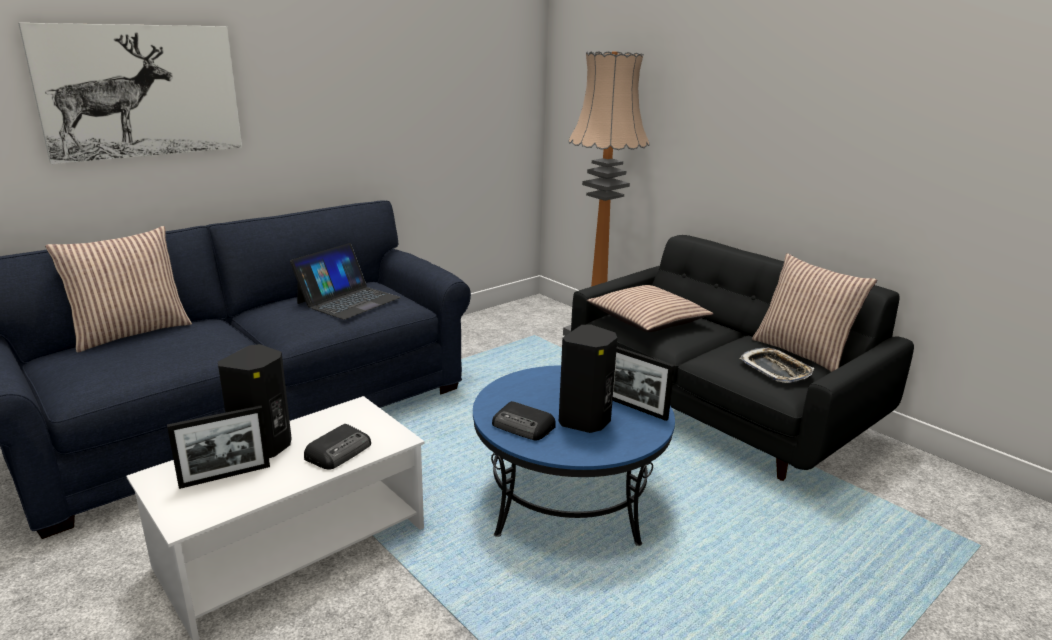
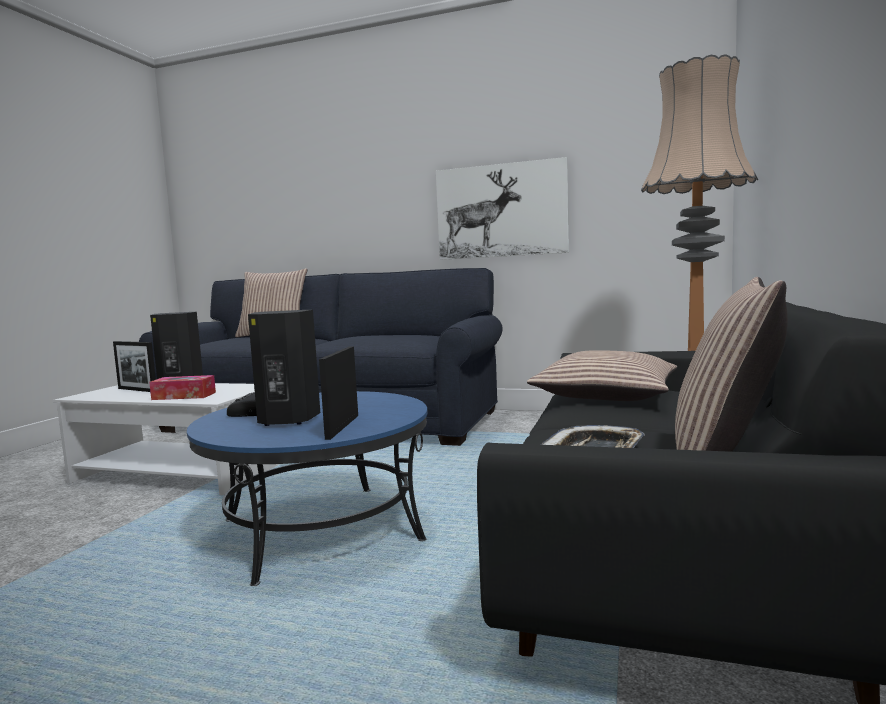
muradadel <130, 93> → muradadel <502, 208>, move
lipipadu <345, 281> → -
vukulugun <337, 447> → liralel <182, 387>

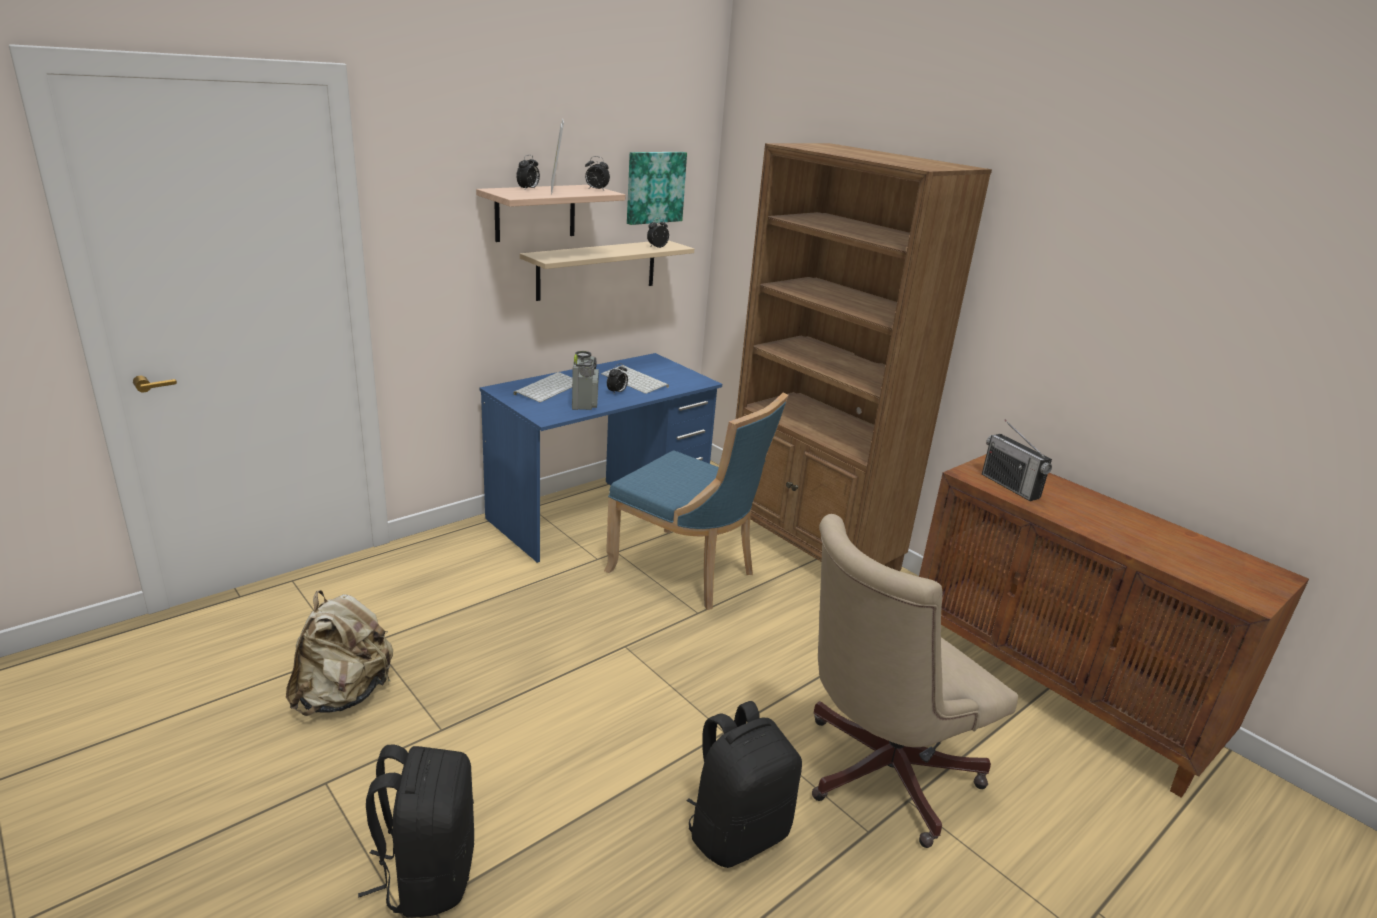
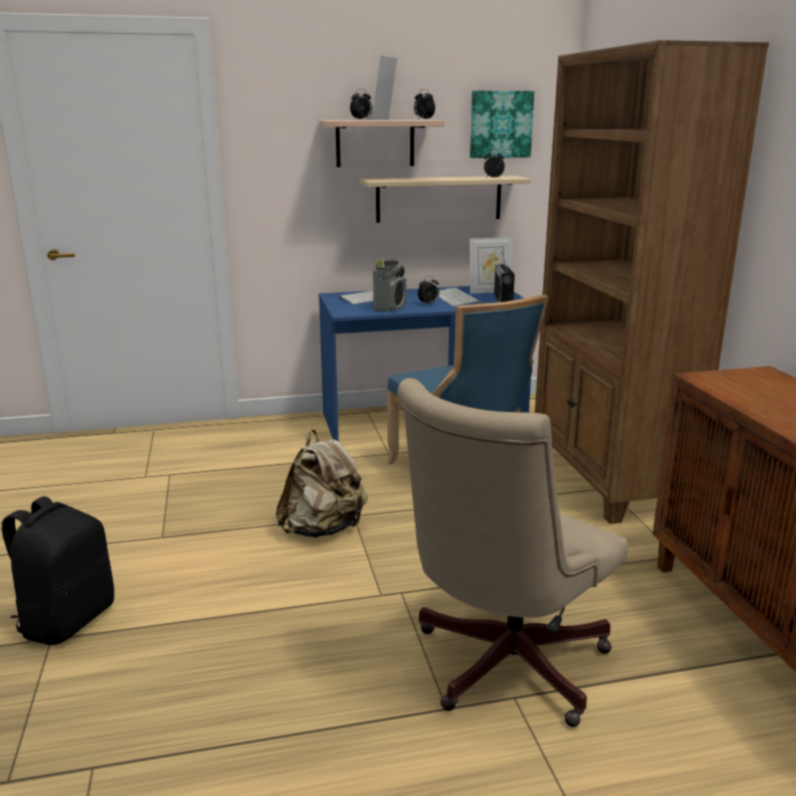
vukulugun <1017, 460> → vukulugun <504, 277>, move
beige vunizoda <915, 681> → beige vunizoda <512, 552>, 45 degrees counterclockwise
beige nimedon <339, 653> → beige nimedon <322, 484>, move
black nimedon <744, 784> → -
- → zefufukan <490, 265>

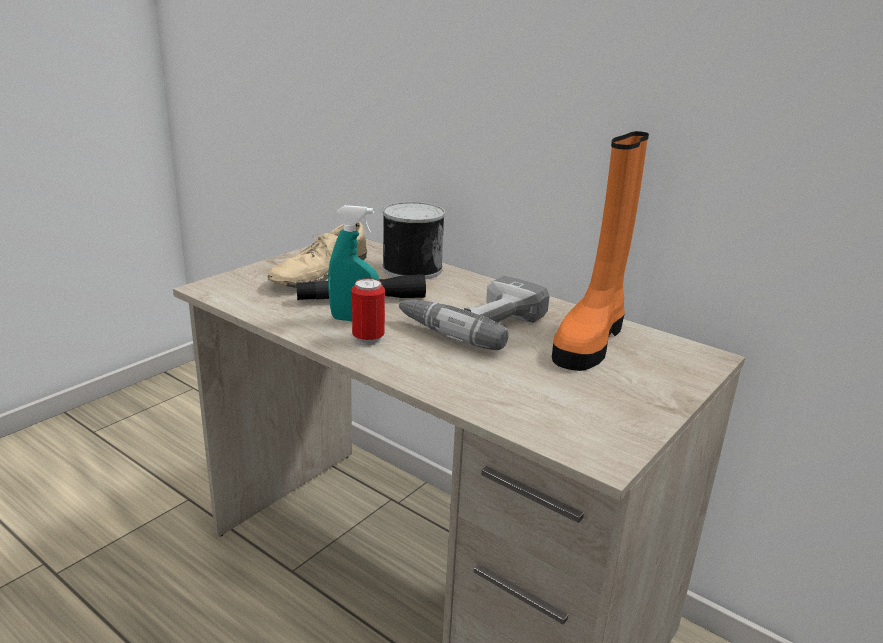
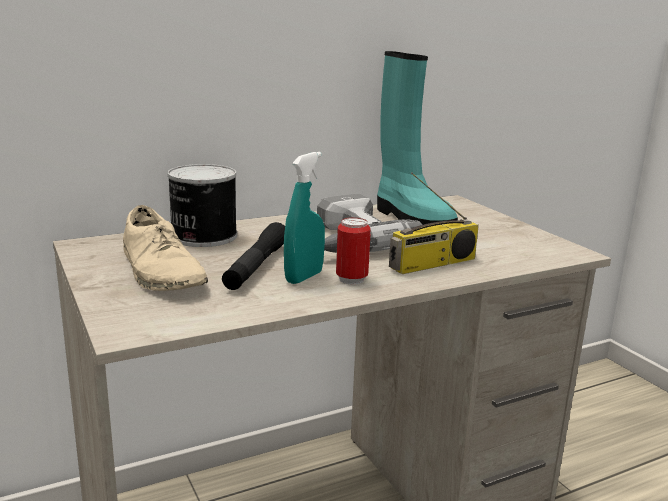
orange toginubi <600, 251> → turquoise toginubi <417, 138>
- → vukulugun <434, 223>

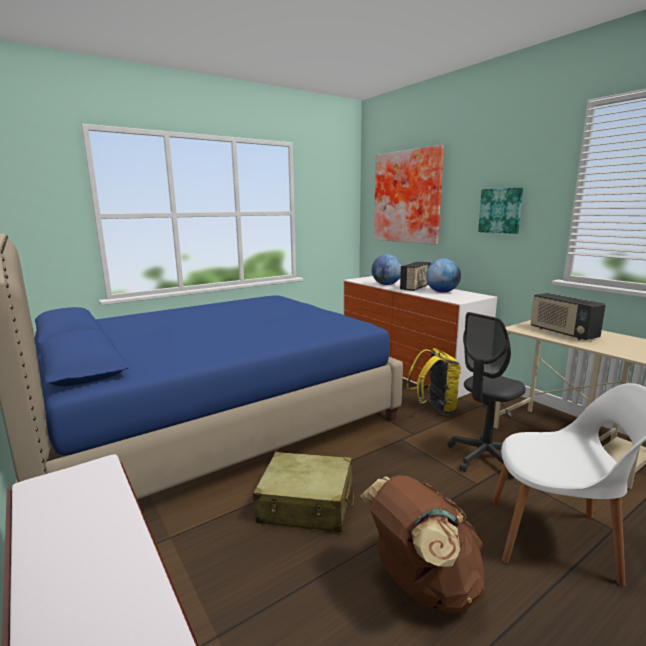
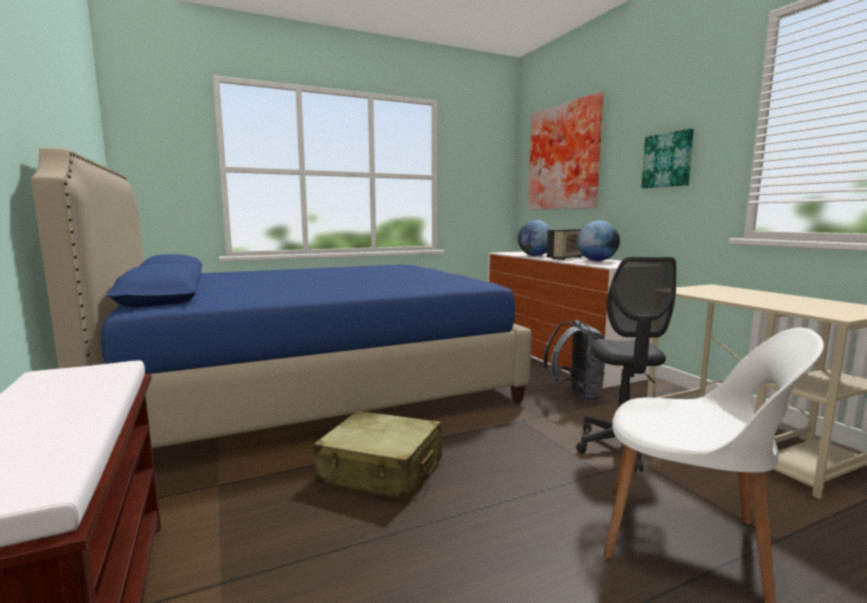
vukulugun <568, 316> → -
grey vunizoda <487, 395> → grey vunizoda <626, 364>, 60 degrees counterclockwise
yellow nimedon <433, 381> → grey nimedon <573, 360>
brown nimedon <422, 544> → -

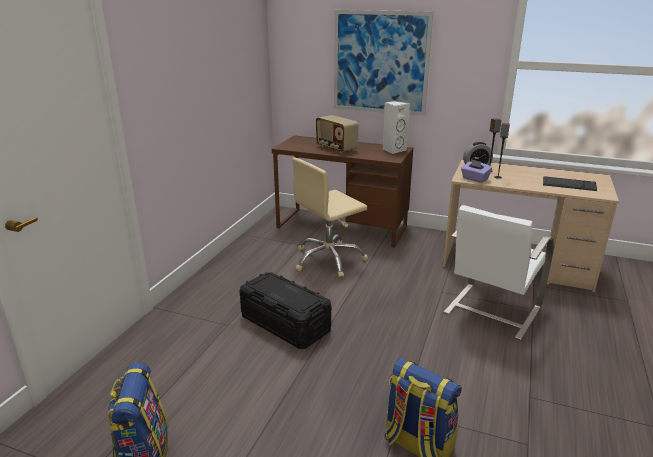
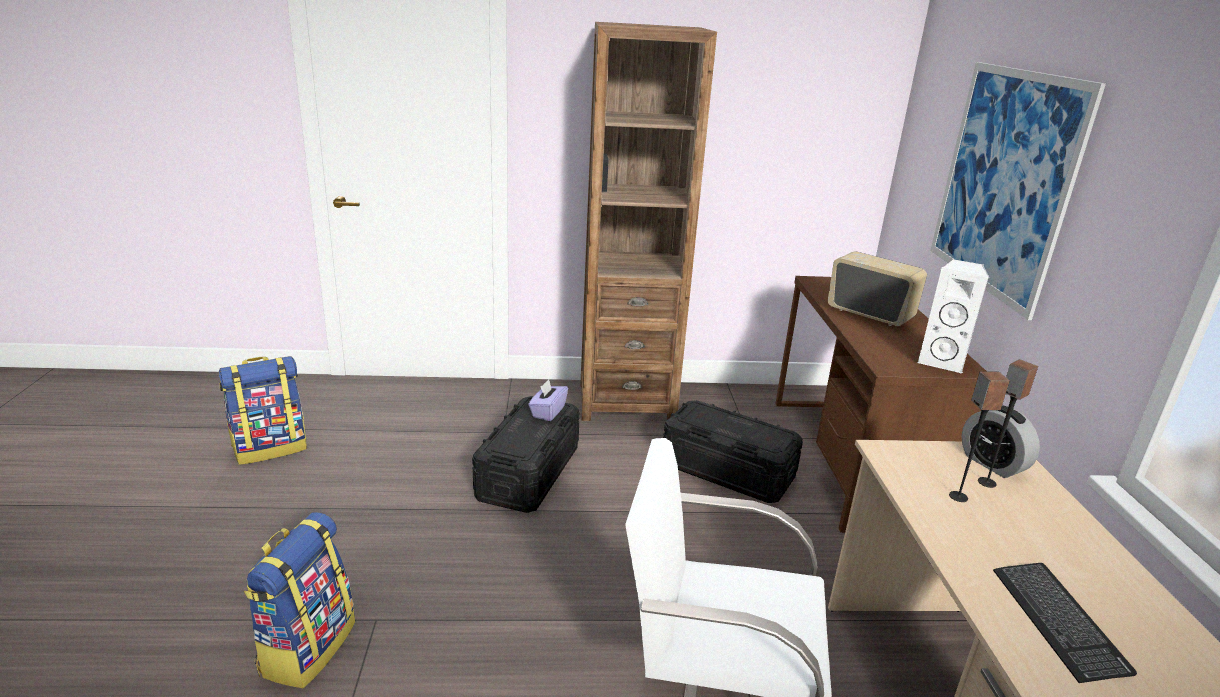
vukulugun <337, 134> → vukulugun <877, 288>, 105 degrees clockwise
beige vunizoda <330, 217> → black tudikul <733, 451>
purple liralel <476, 171> → purple liralel <548, 400>, move
- → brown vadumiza <649, 221>

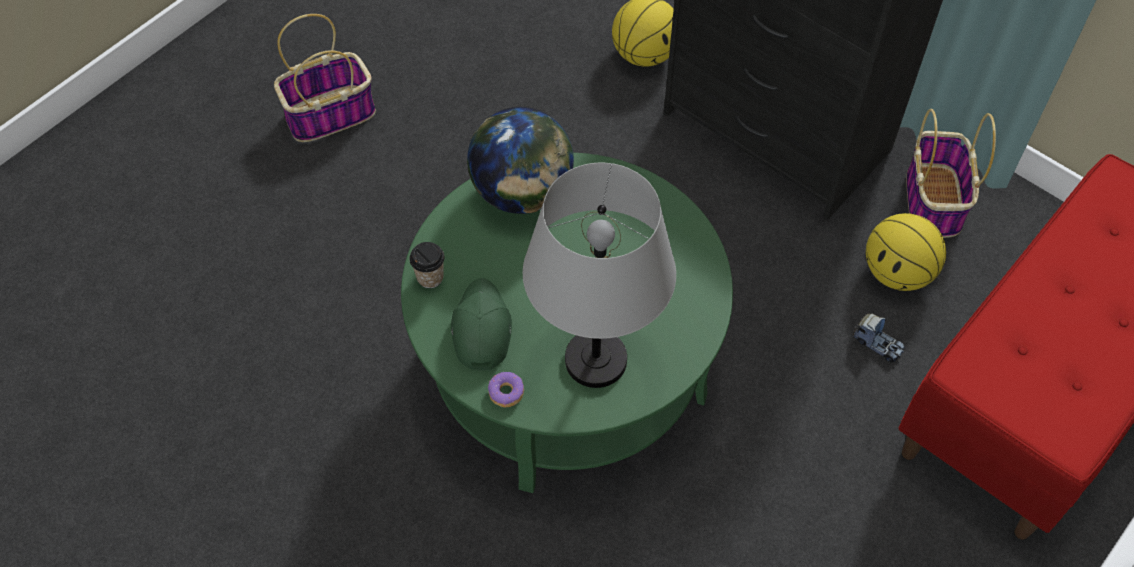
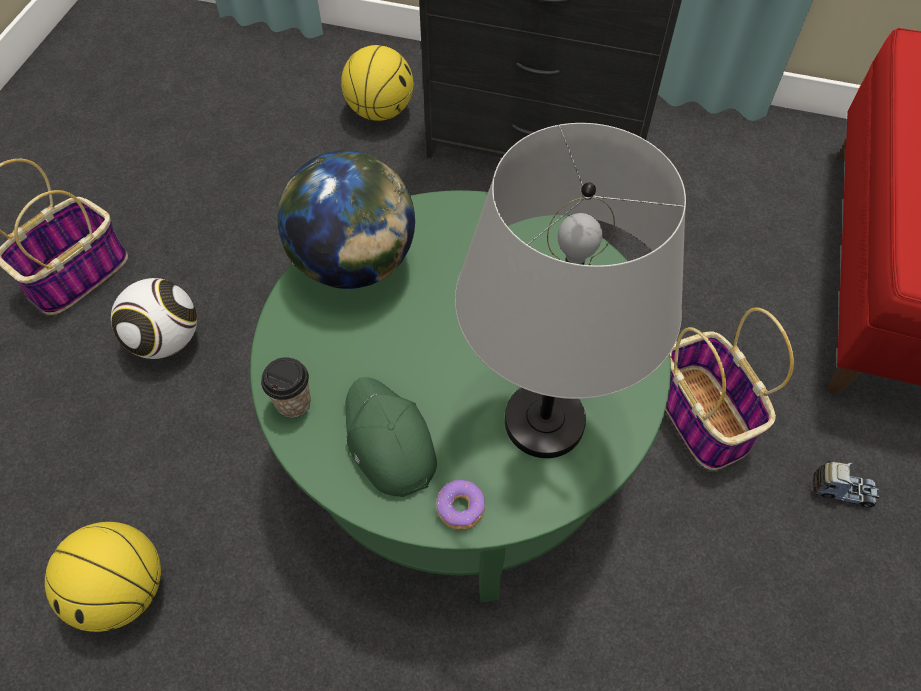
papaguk <951, 173> → papaguk <730, 388>, move
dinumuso <906, 252> → dinumuso <103, 577>, move
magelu <879, 338> → magelu <845, 483>, move
- → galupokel <154, 318>

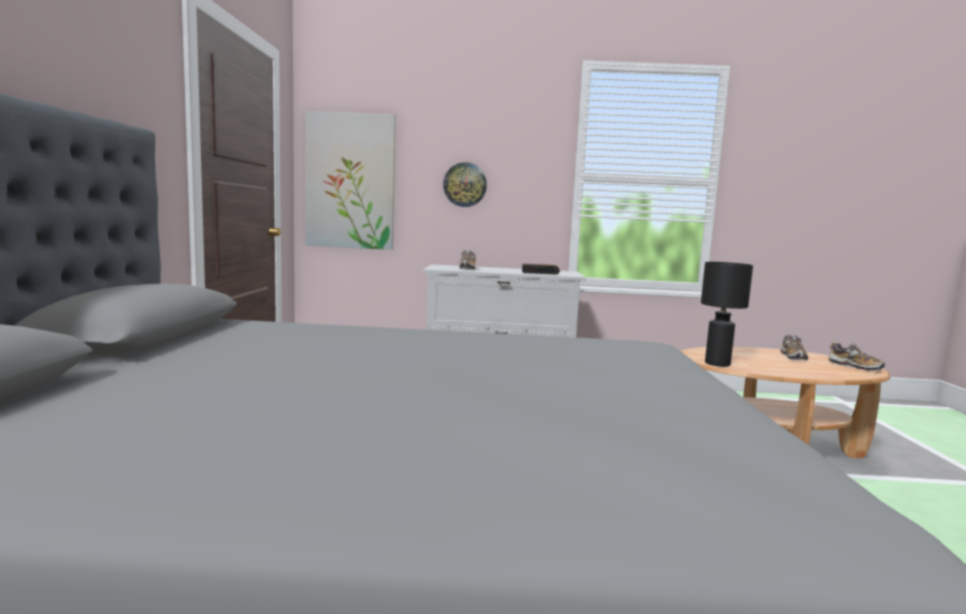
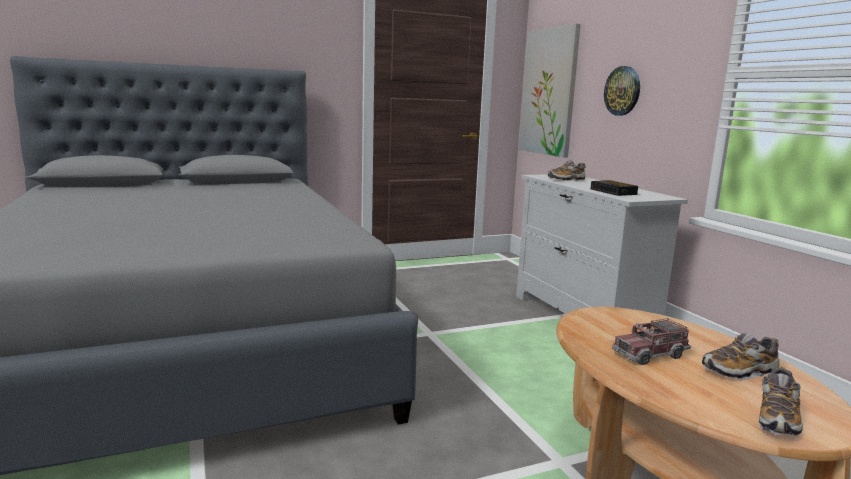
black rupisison <727, 314> → -
- → magelu <651, 341>

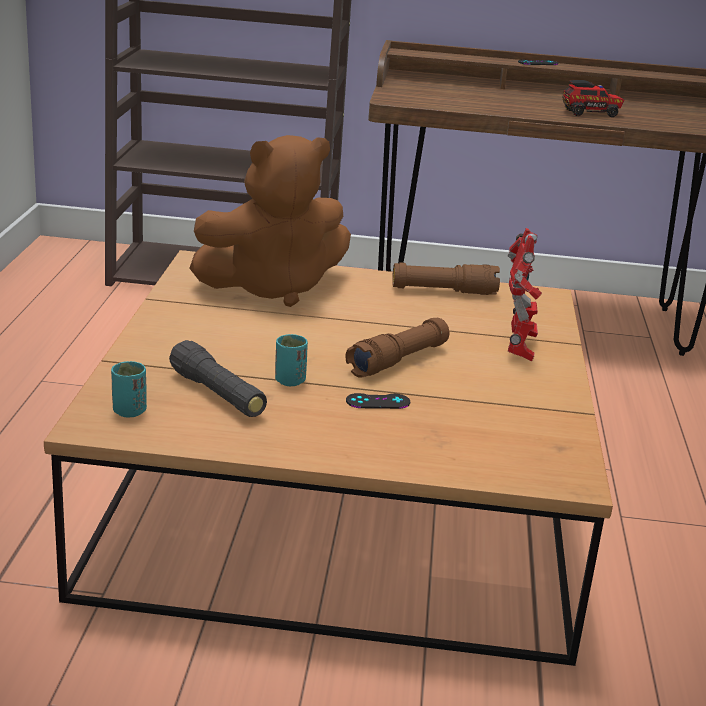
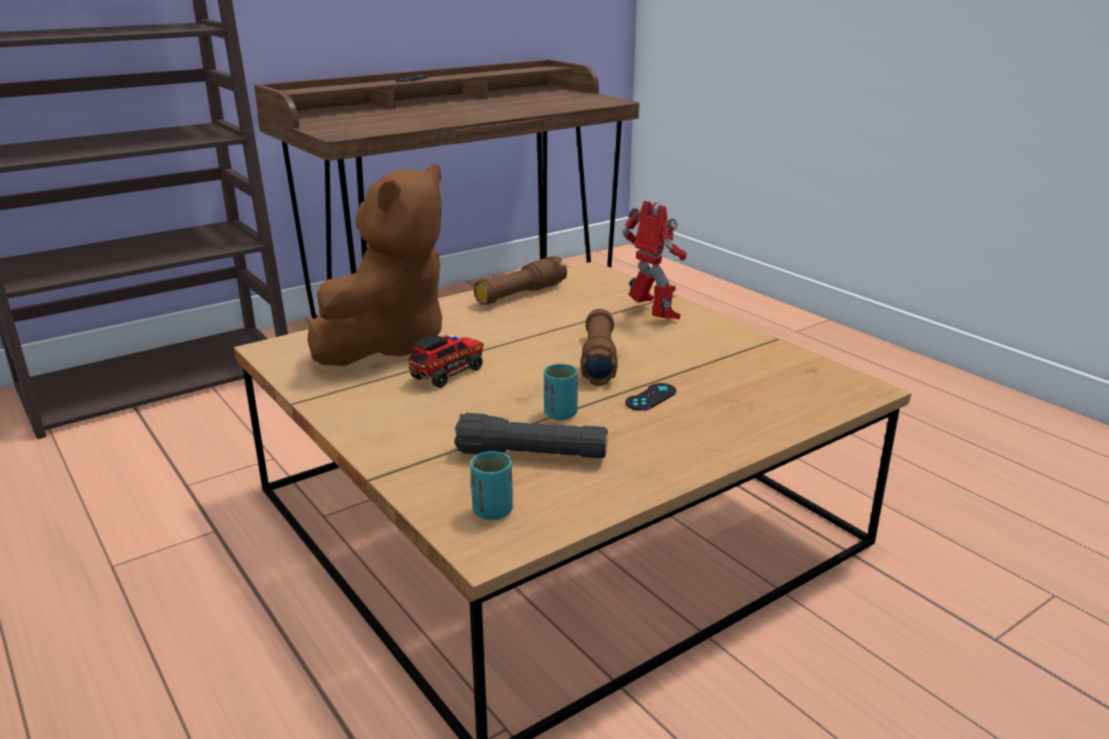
magelu <593, 98> → magelu <446, 361>, move

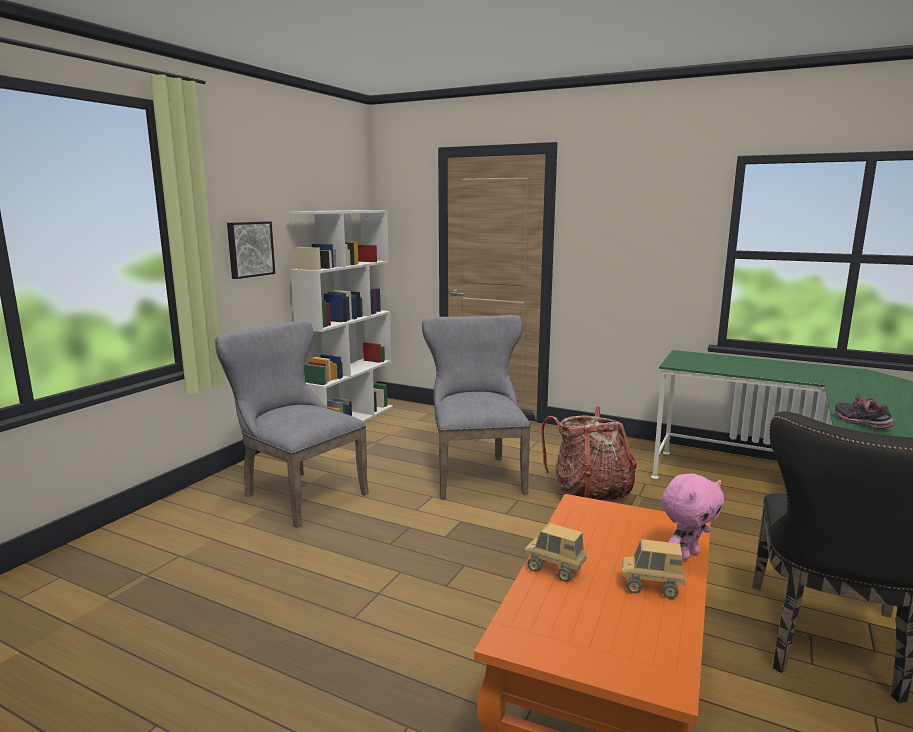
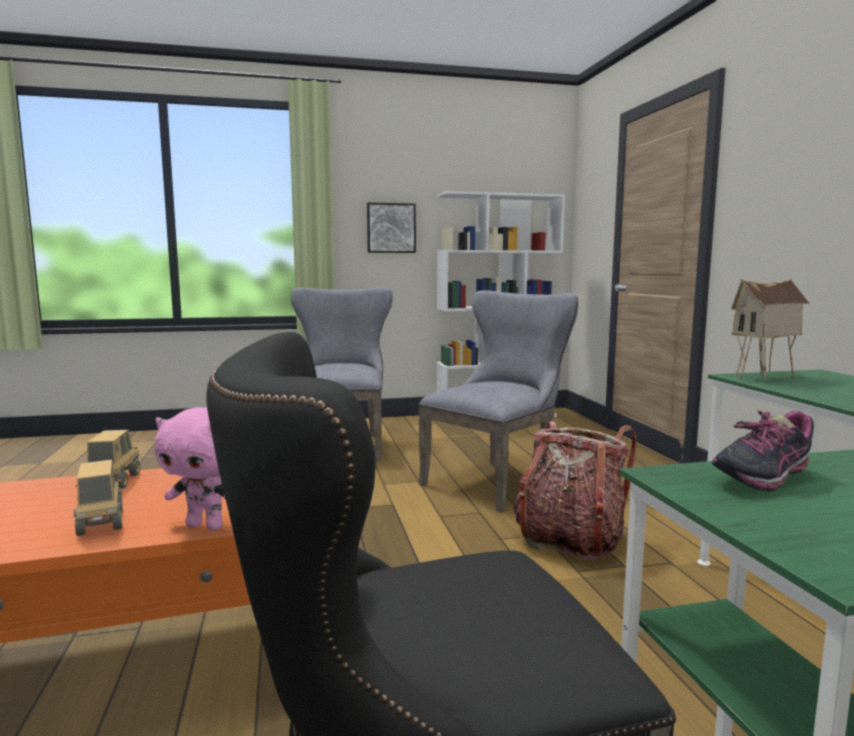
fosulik <865, 410> → fosulik <762, 451>, 150 degrees counterclockwise
- → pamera <770, 330>

